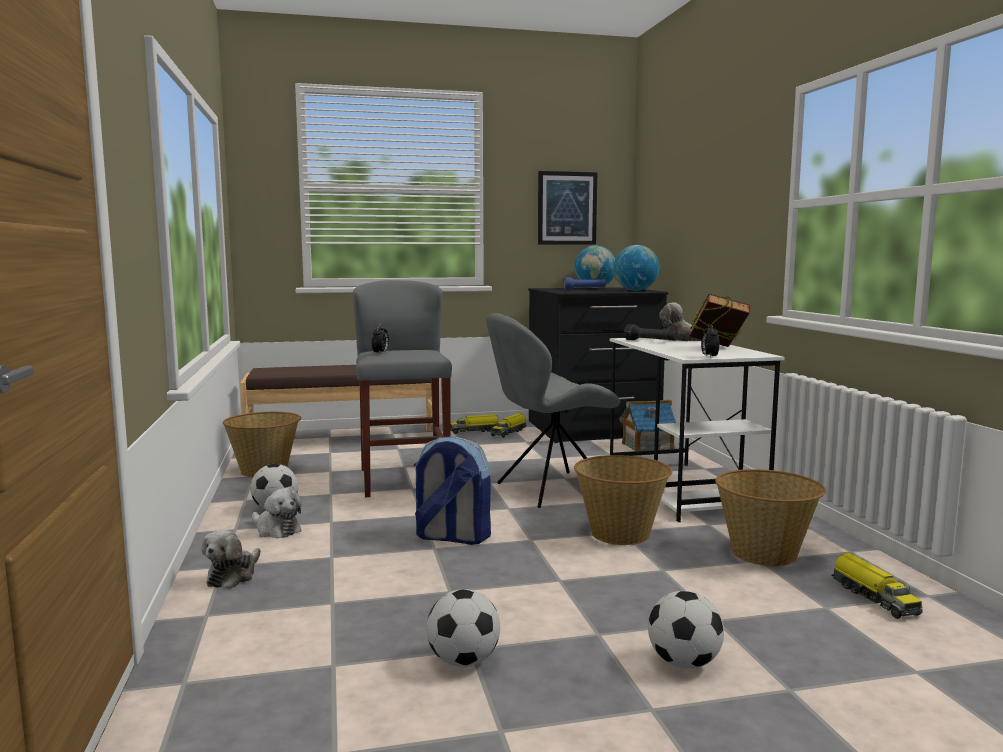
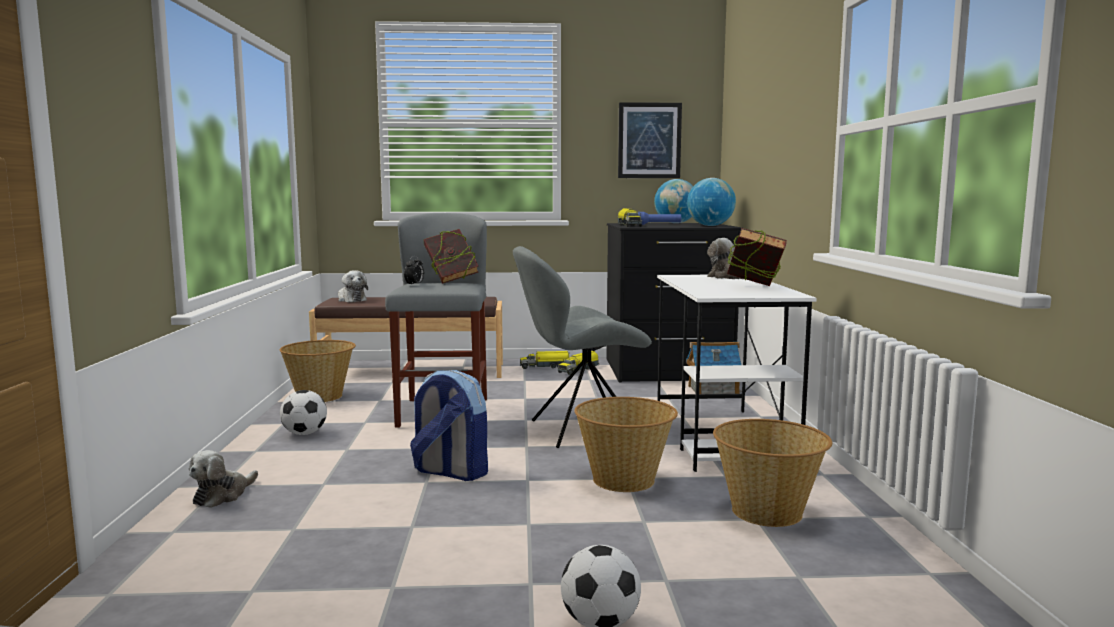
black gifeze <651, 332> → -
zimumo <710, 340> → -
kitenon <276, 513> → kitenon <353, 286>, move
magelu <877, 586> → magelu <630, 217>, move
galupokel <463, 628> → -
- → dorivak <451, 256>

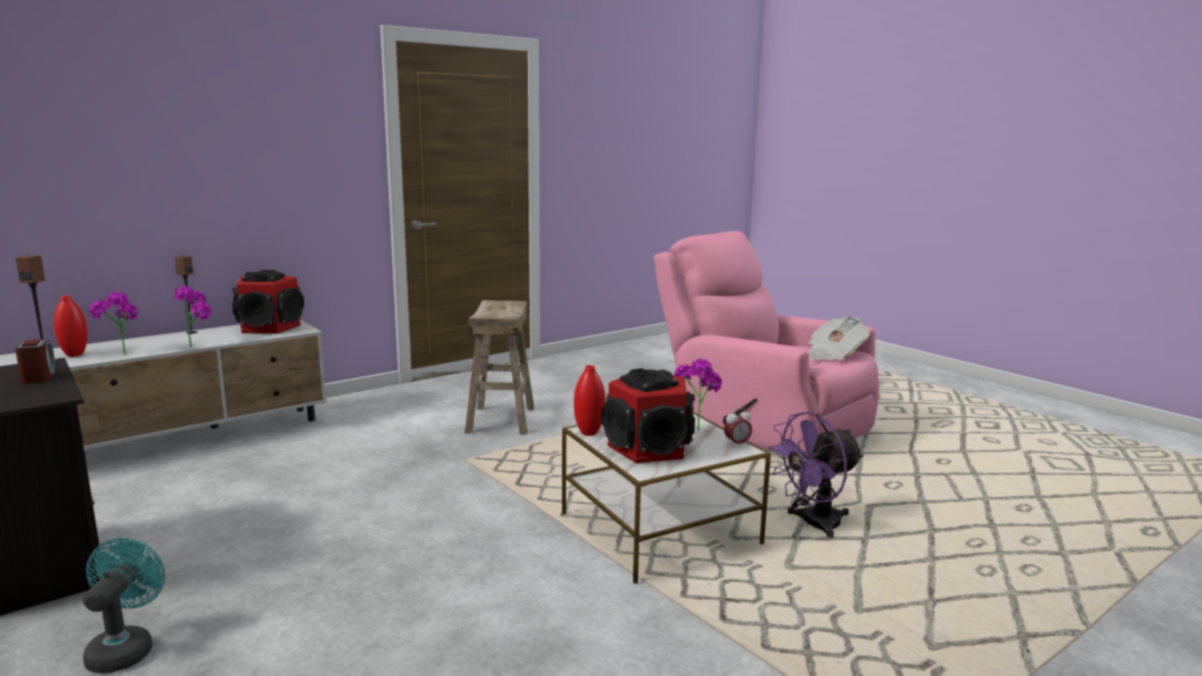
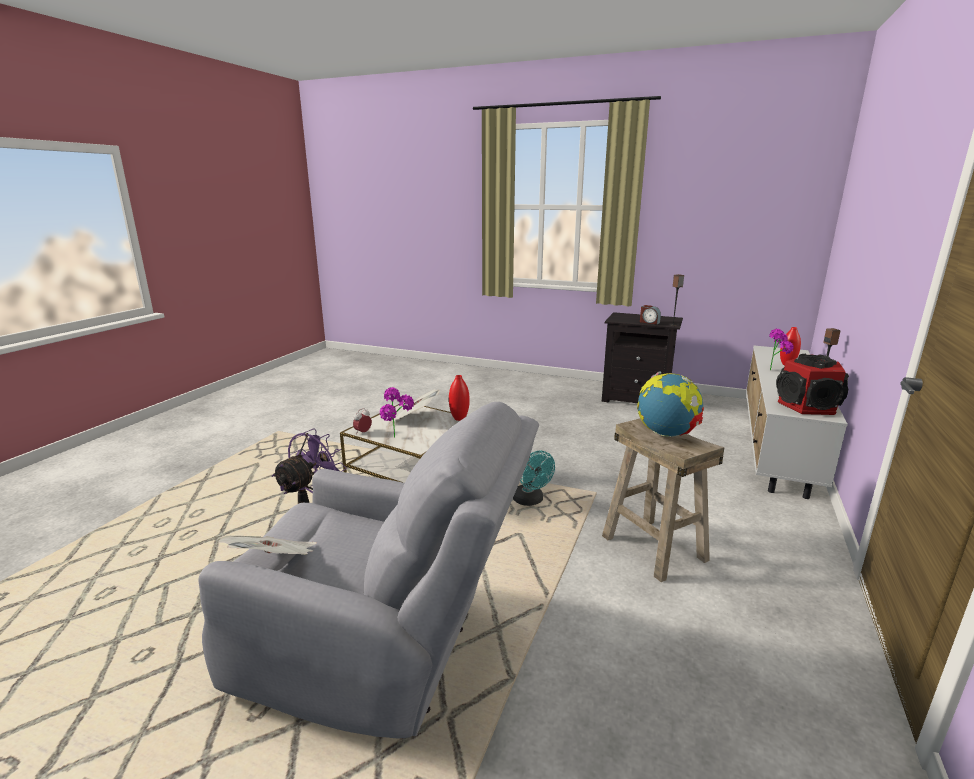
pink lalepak <766, 345> → grey lalepak <368, 570>
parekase <192, 316> → -
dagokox <648, 415> → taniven <417, 405>
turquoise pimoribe <124, 605> → turquoise pimoribe <534, 478>, move
- → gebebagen <670, 404>

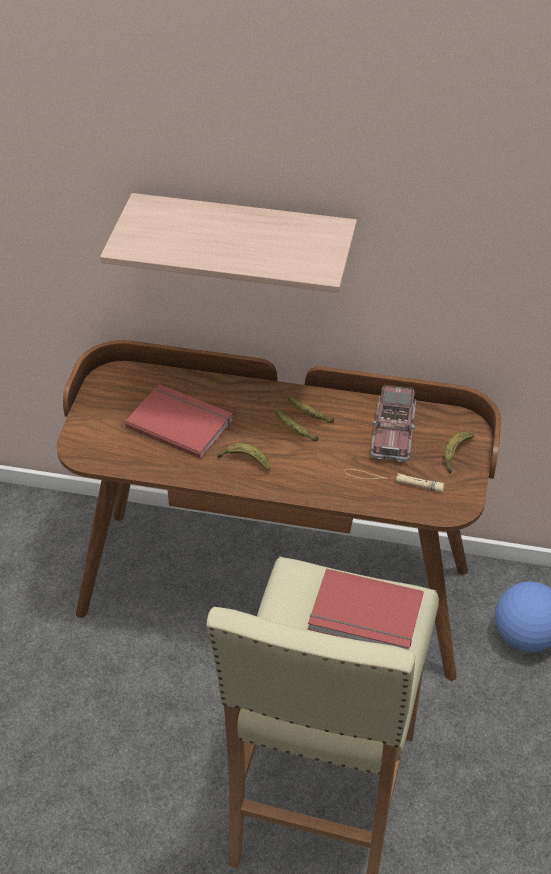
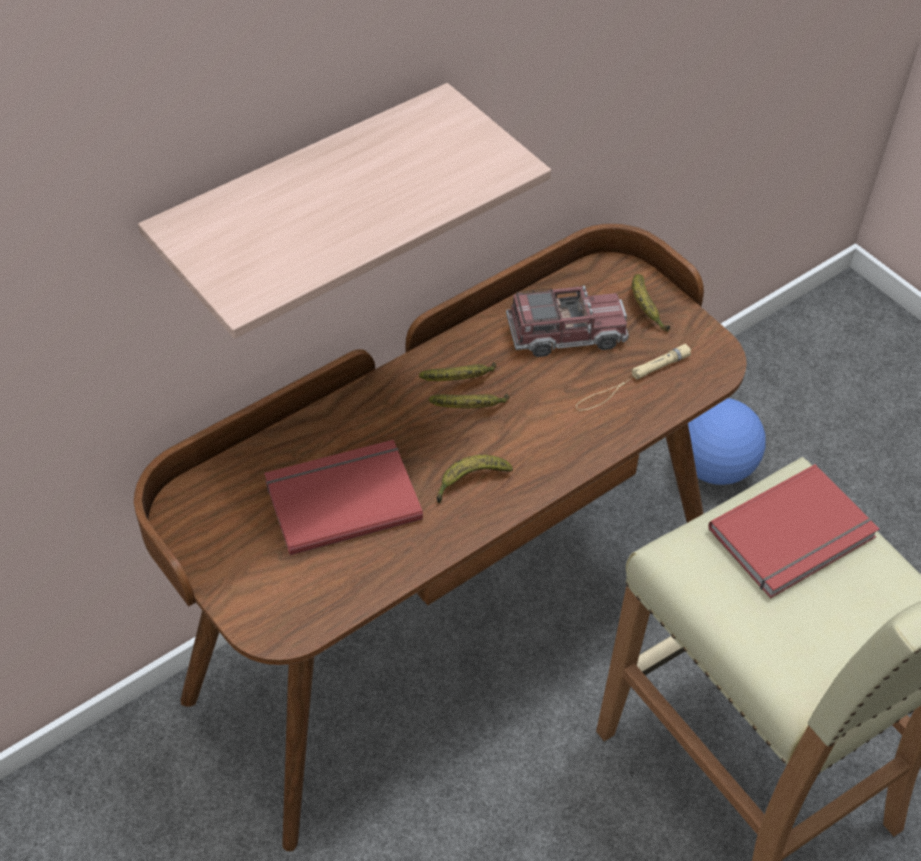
magelu <393, 423> → magelu <567, 321>, 60 degrees counterclockwise

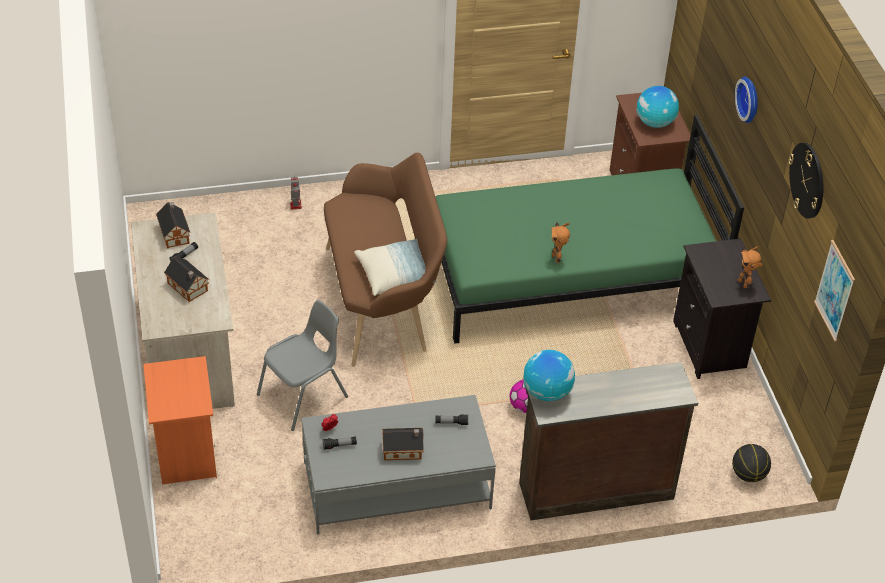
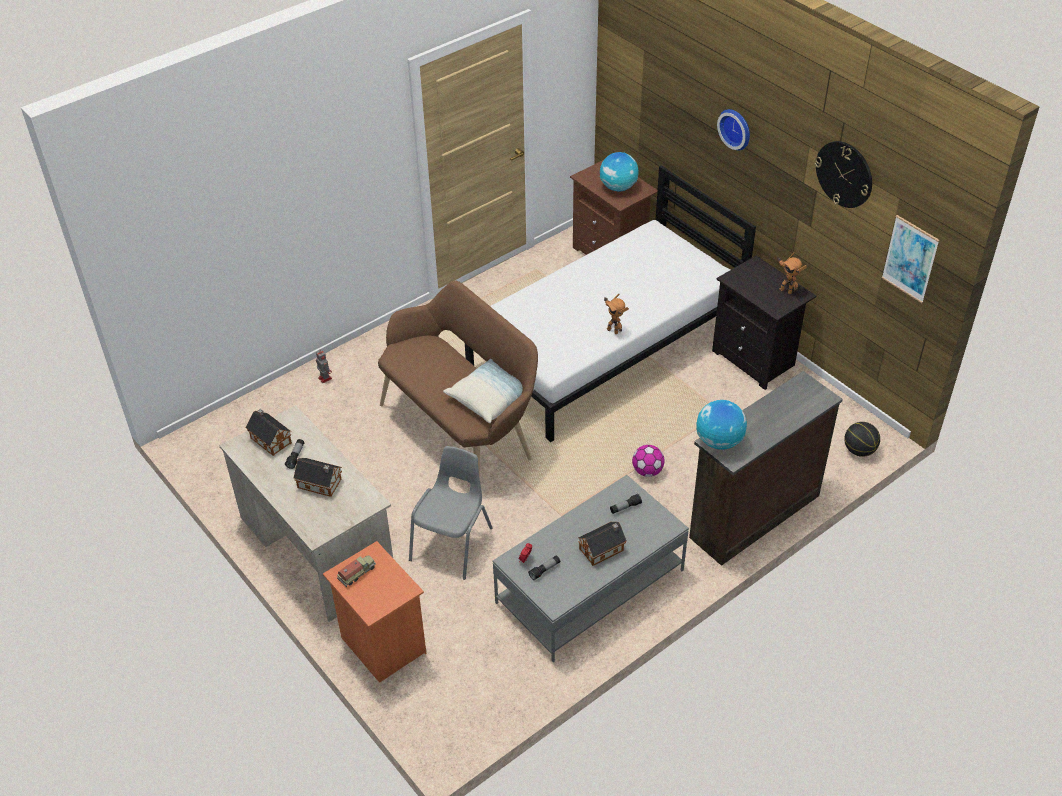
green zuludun <589, 229> → white zuludun <610, 303>
- → magelu <356, 571>

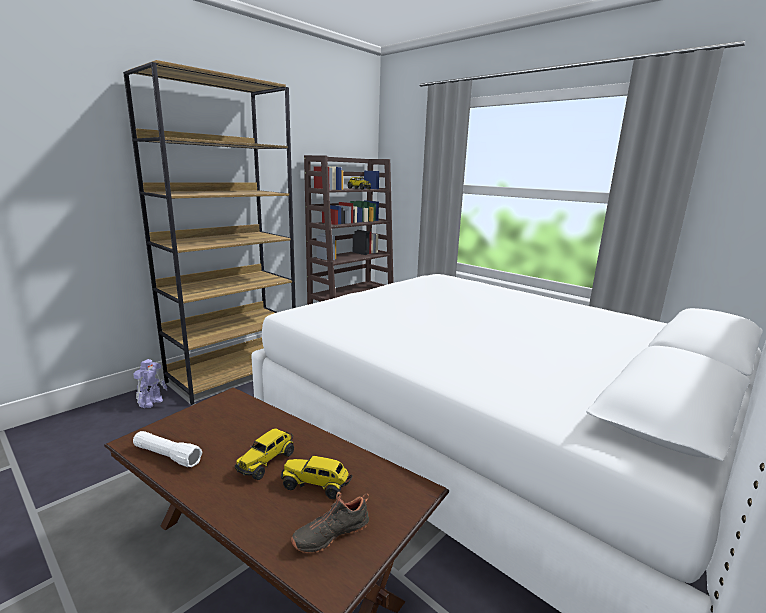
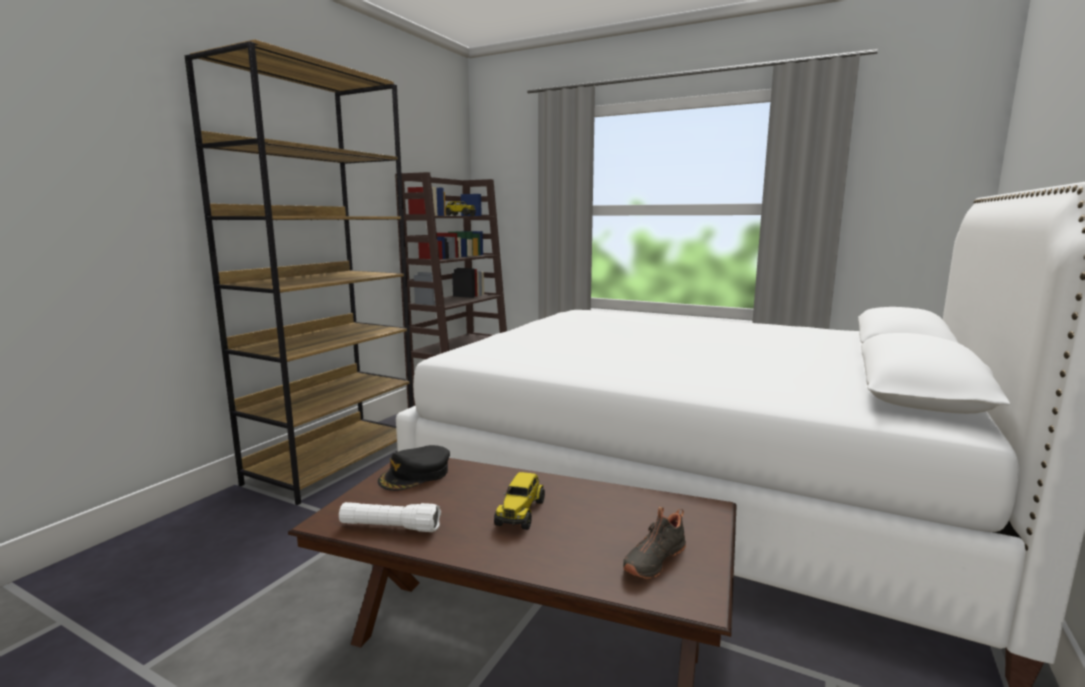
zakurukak <150, 383> → -
magelu <316, 477> → -
- → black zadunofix <414, 468>

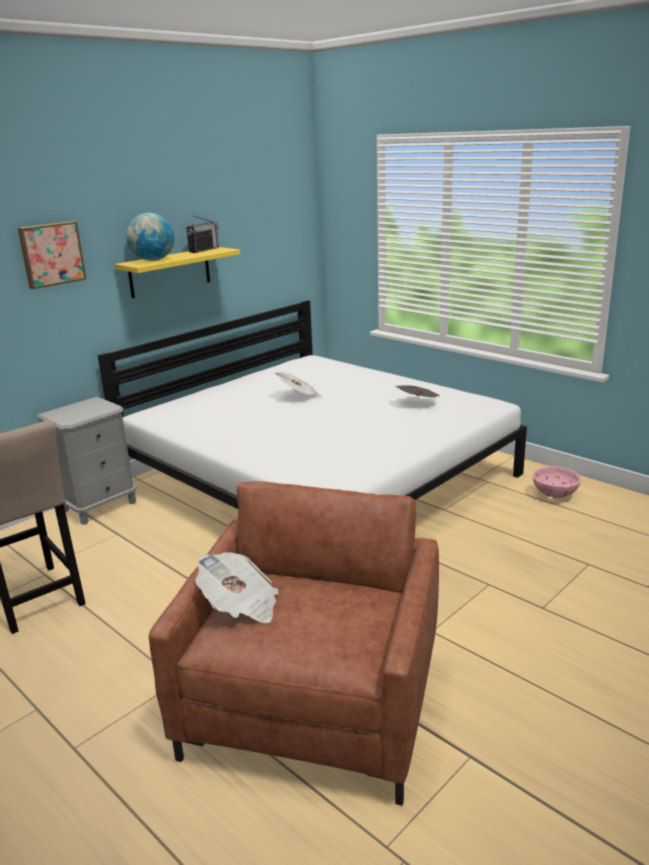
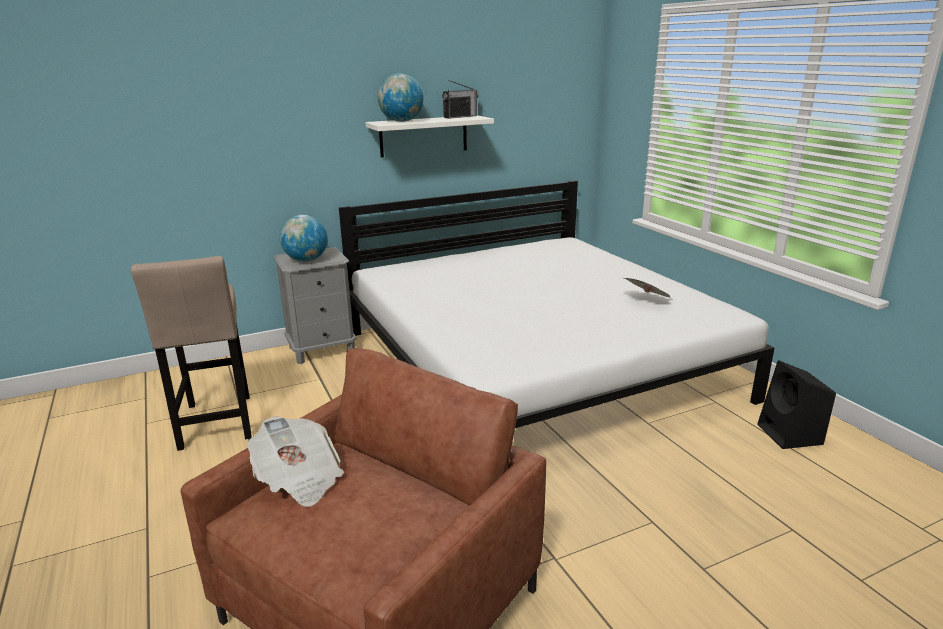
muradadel <52, 255> → -
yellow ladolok <177, 272> → white ladolok <430, 136>
taniven <298, 384> → -
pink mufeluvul <557, 482> → black dagokox <796, 404>
- → gebebagen <304, 238>

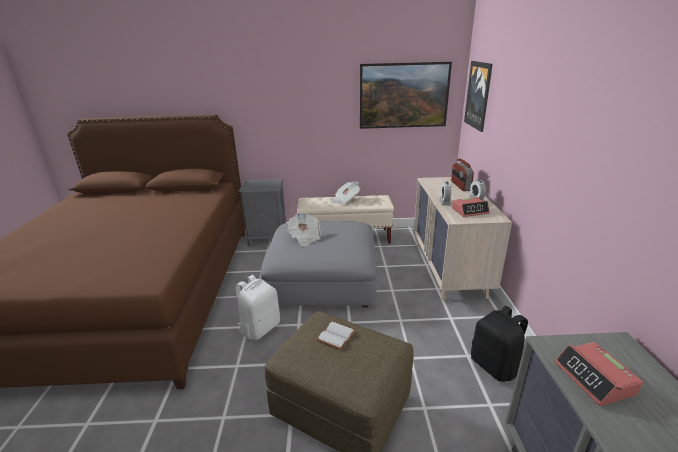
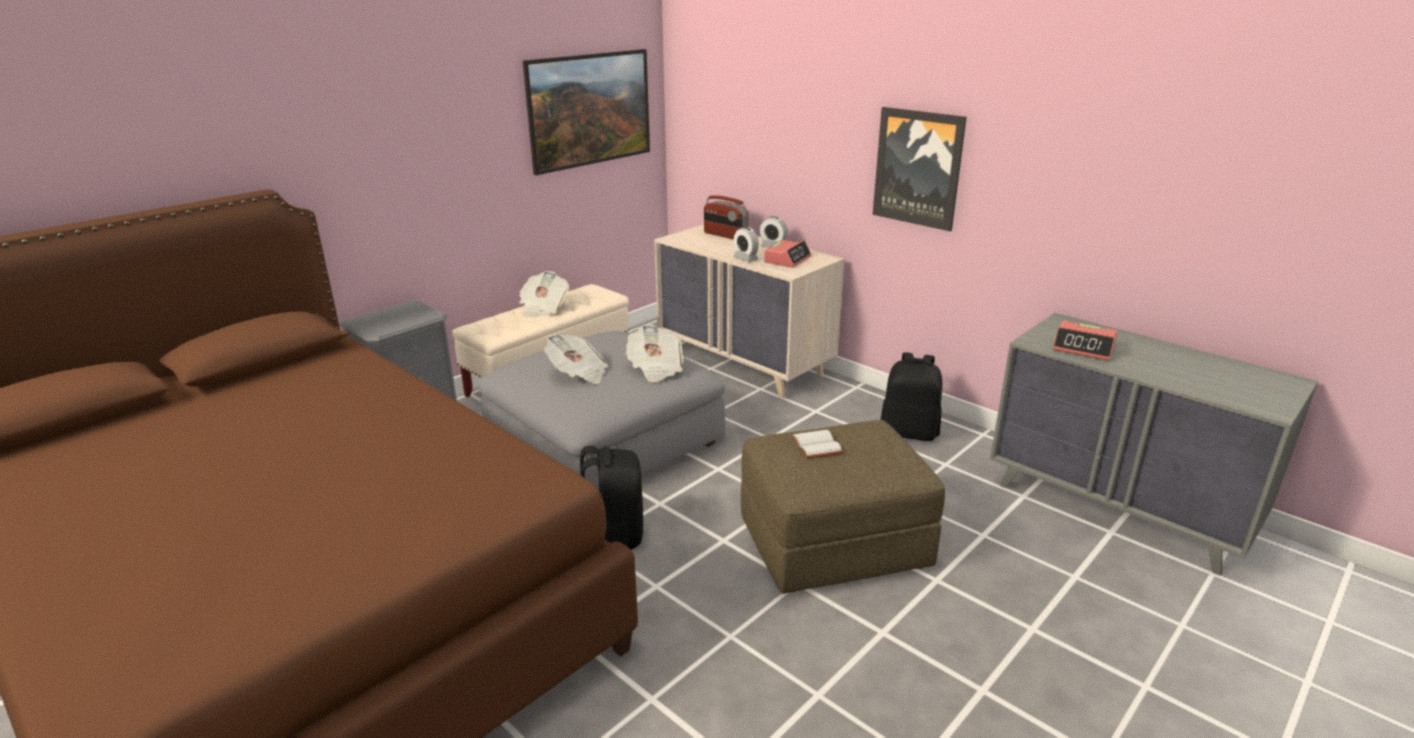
muradadel <478, 96> → muradadel <920, 169>, move
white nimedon <257, 307> → black nimedon <611, 498>
- → taniven <654, 353>

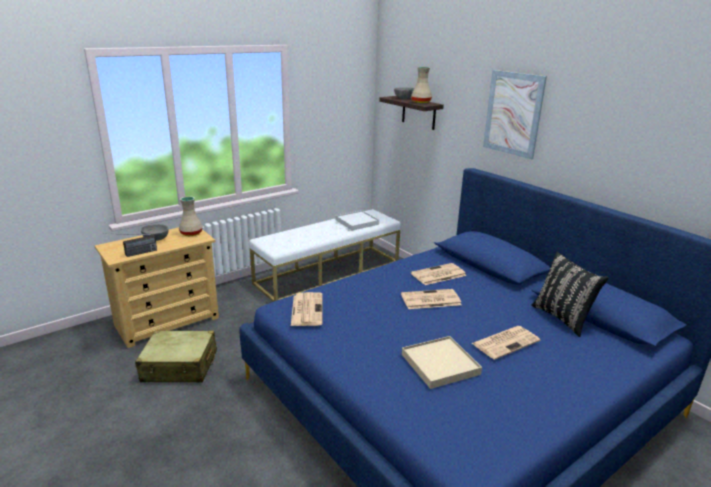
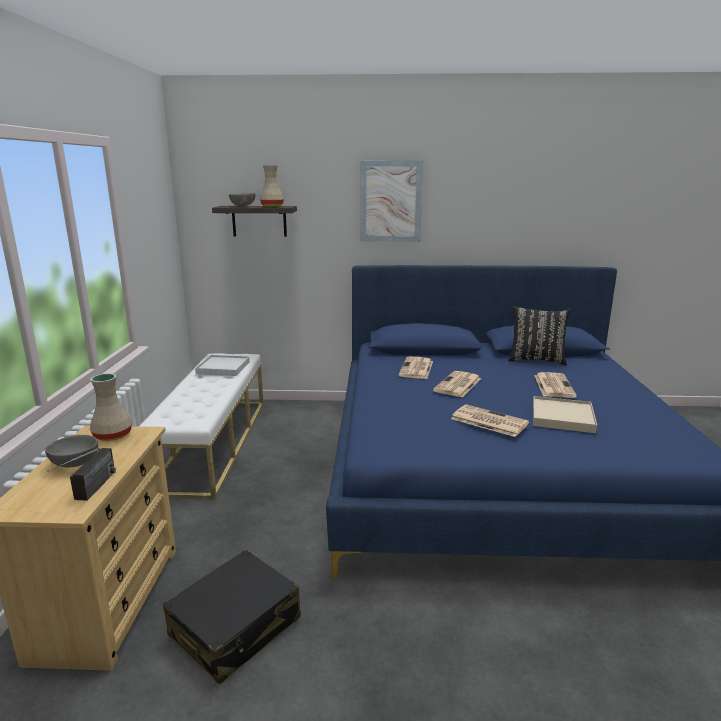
taniven <307, 309> → taniven <490, 420>, move
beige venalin <176, 356> → black venalin <232, 617>

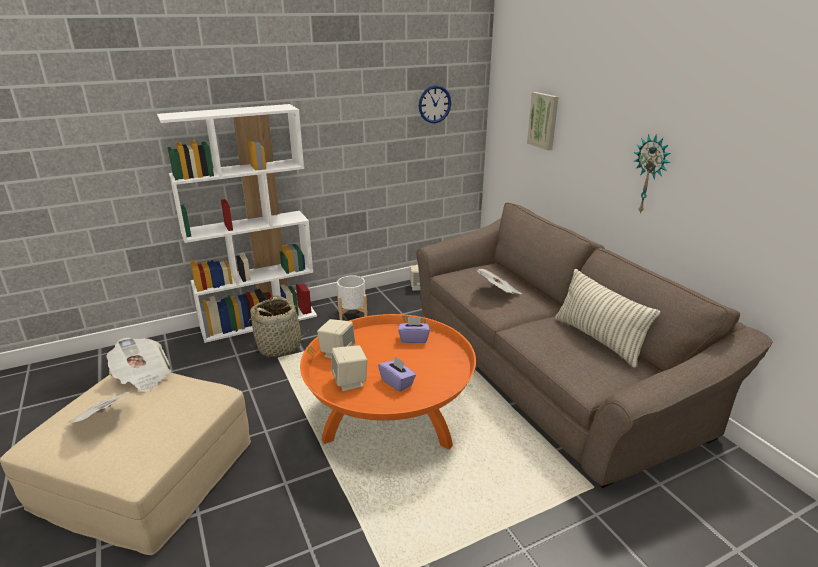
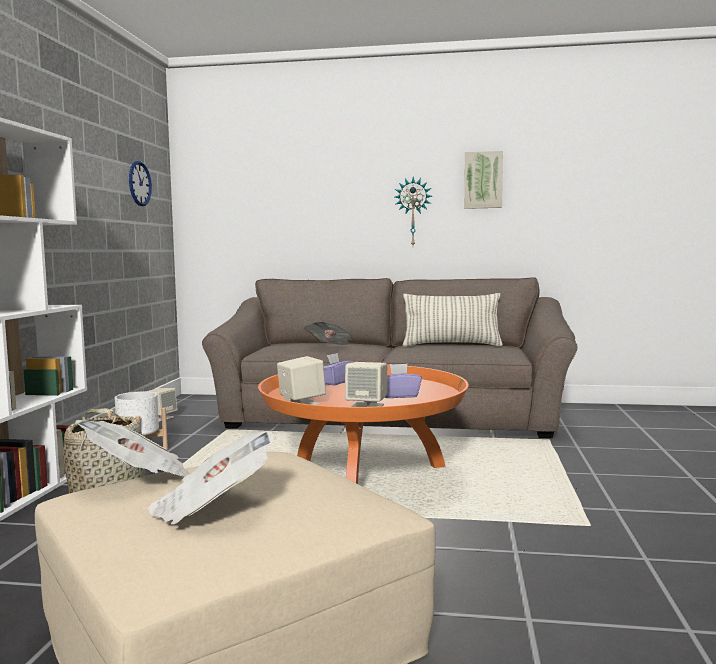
muradadel <542, 121> → muradadel <483, 180>, move

